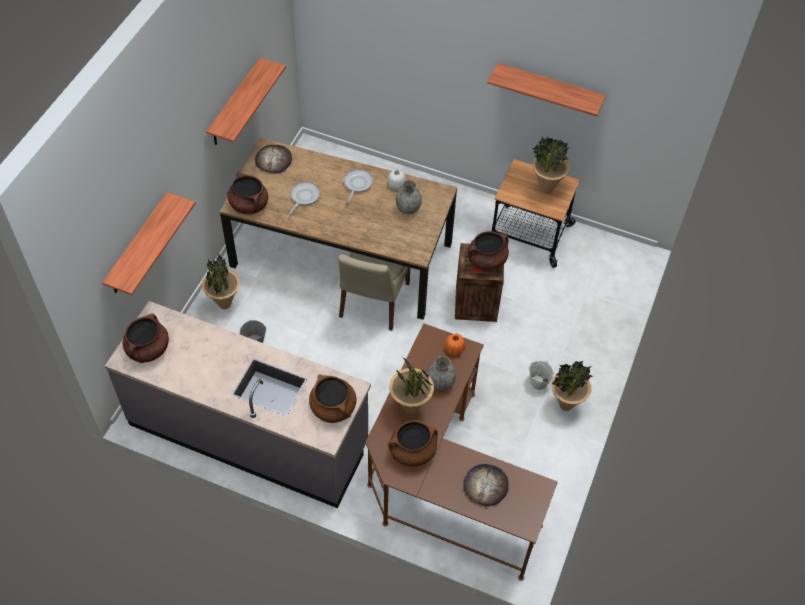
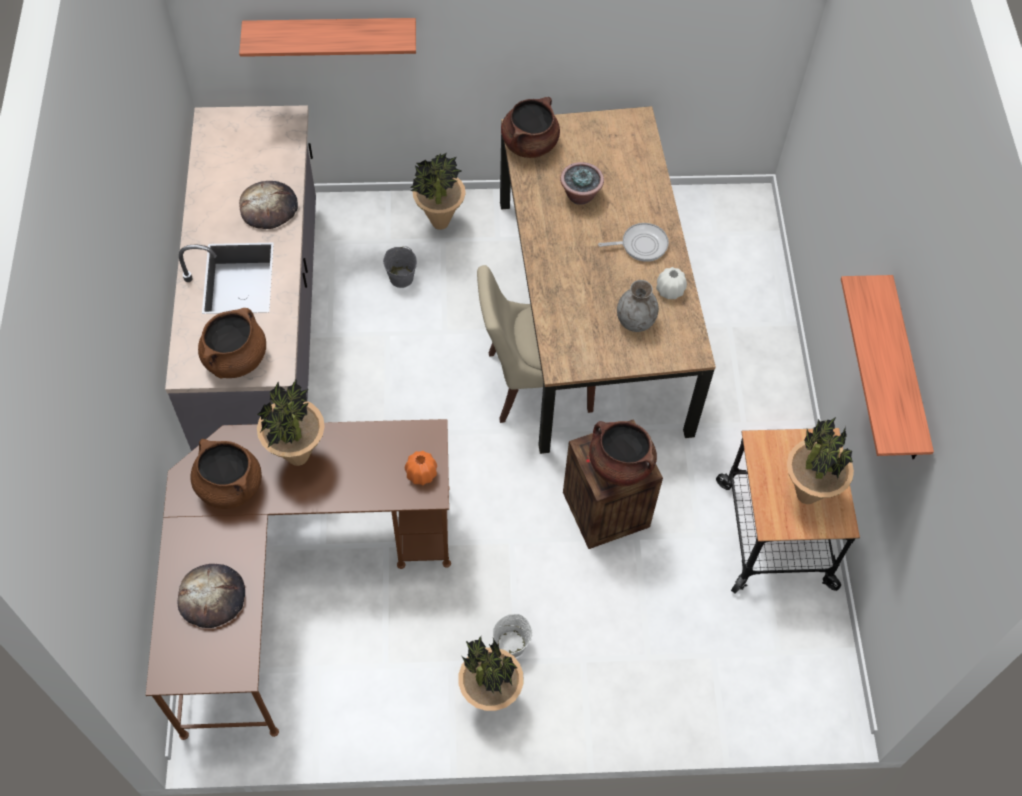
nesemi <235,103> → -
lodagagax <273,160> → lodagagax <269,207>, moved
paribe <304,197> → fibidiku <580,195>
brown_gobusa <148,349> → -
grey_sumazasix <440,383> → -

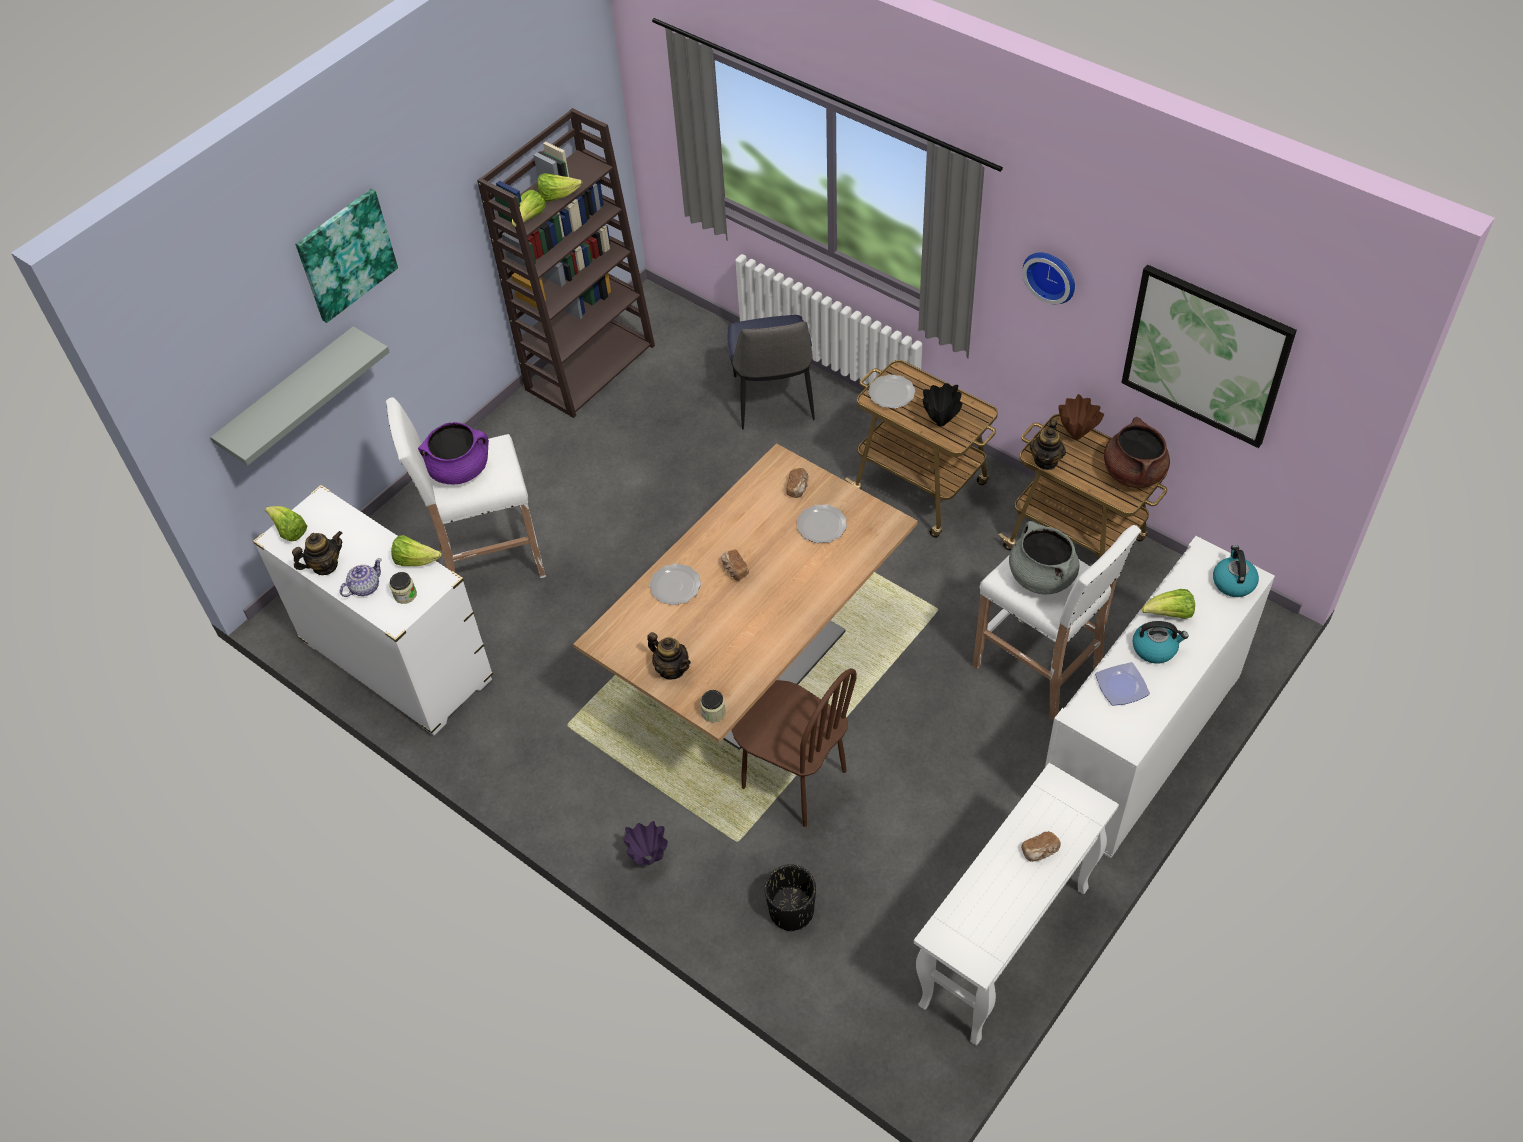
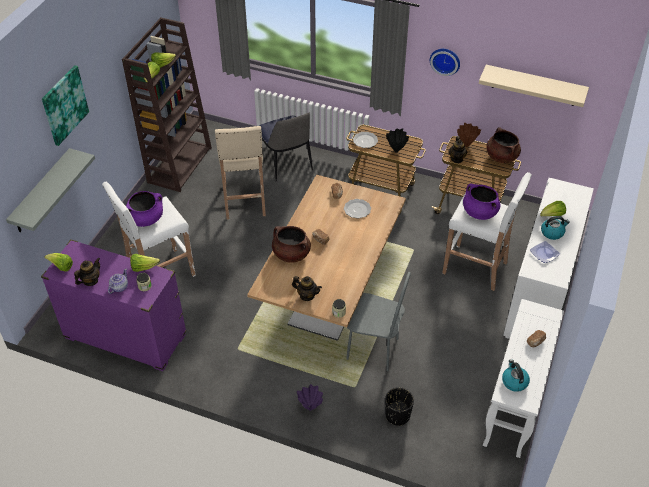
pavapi <1205,355> → beige_nesemi <534,85>
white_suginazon <396,661> → purple_suginazon <125,337>
grey_gobusa <1041,576> → purple_gobusa <479,212>
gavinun <1233,582> → gavinun <514,381>, moved
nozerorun <674,586> → brown_gobusa <291,254>
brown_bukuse <793,780> → grey_bukuse <372,349>
- → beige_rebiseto <244,201>

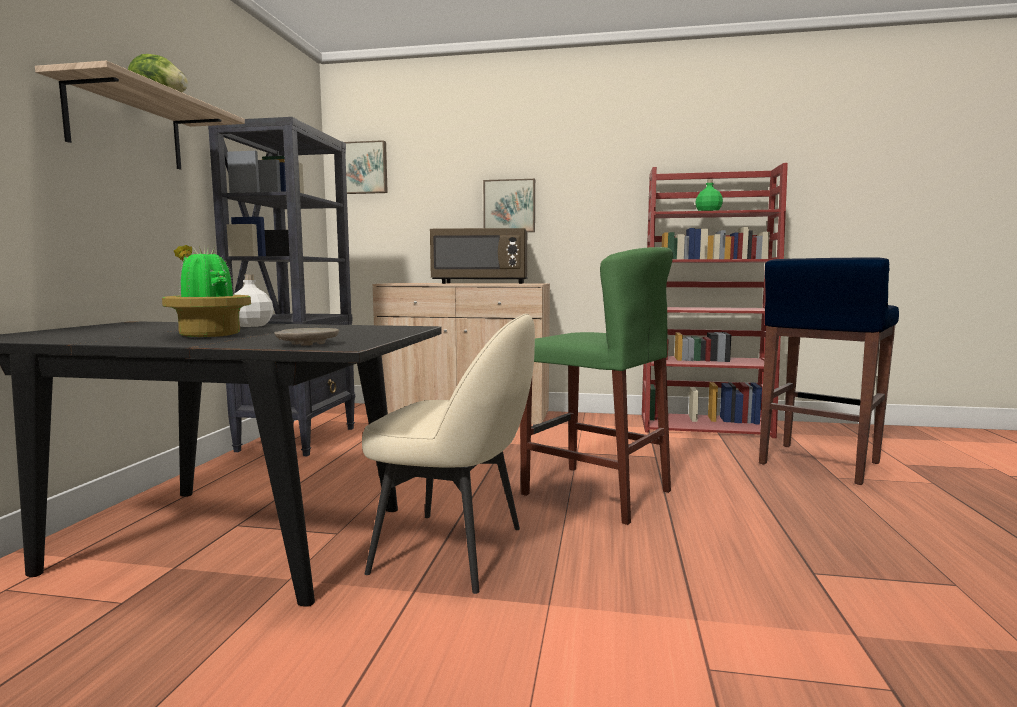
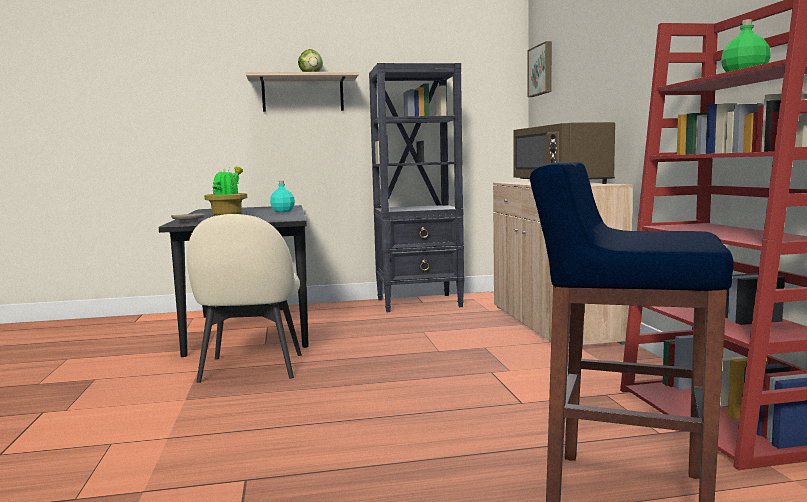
pavapi <509,206> → -
green_rebiseto <595,492> → -
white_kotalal <251,325> → turquoise_kotalal <282,211>

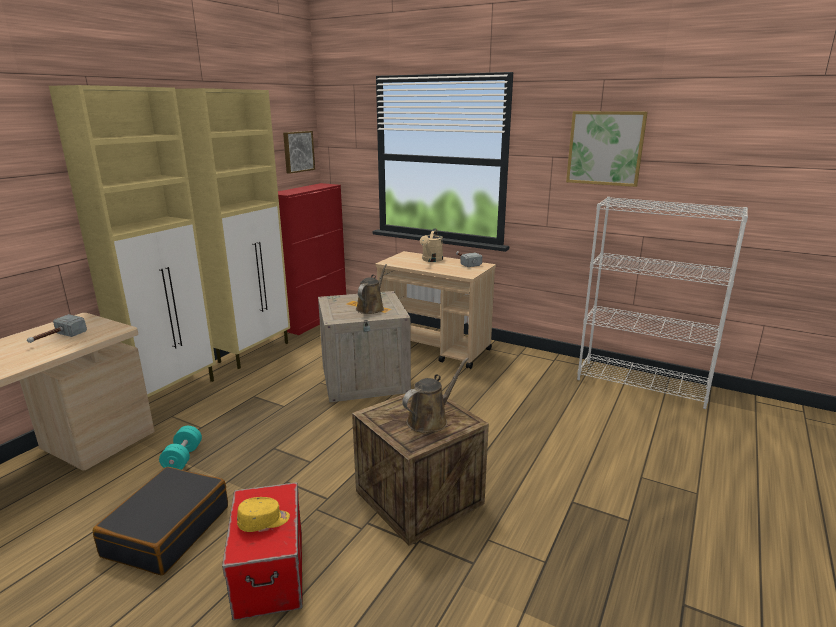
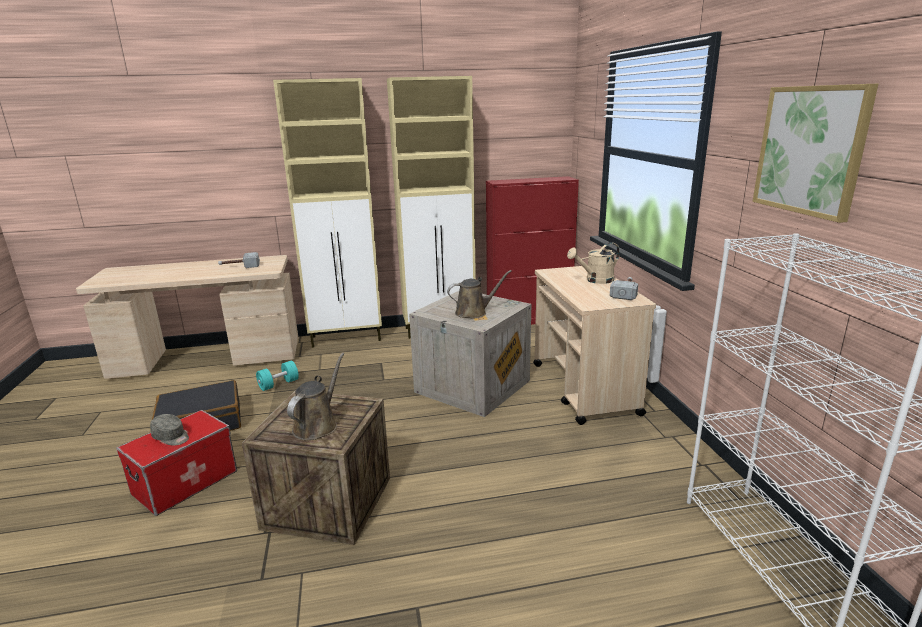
pavapi <298,151> → -
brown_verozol <430,420> → brown_verozol <318,425>, 75 degrees counterclockwise
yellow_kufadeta <264,522> → grey_kufadeta <171,437>

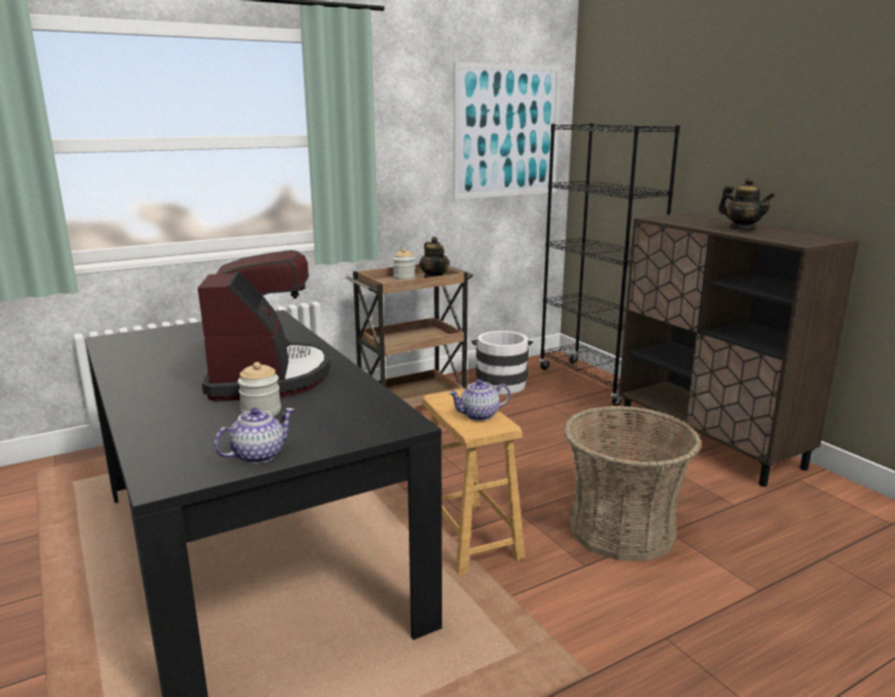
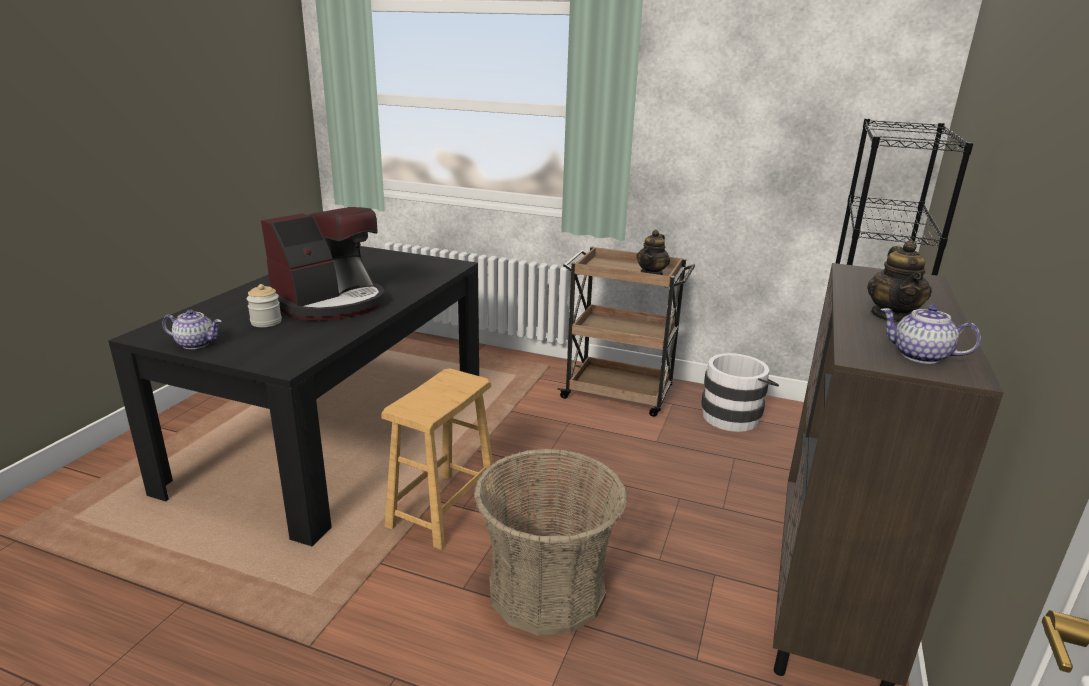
pavapi <507,131> → -
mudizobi <404,278> → -
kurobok <479,415> → kurobok <919,356>, moved

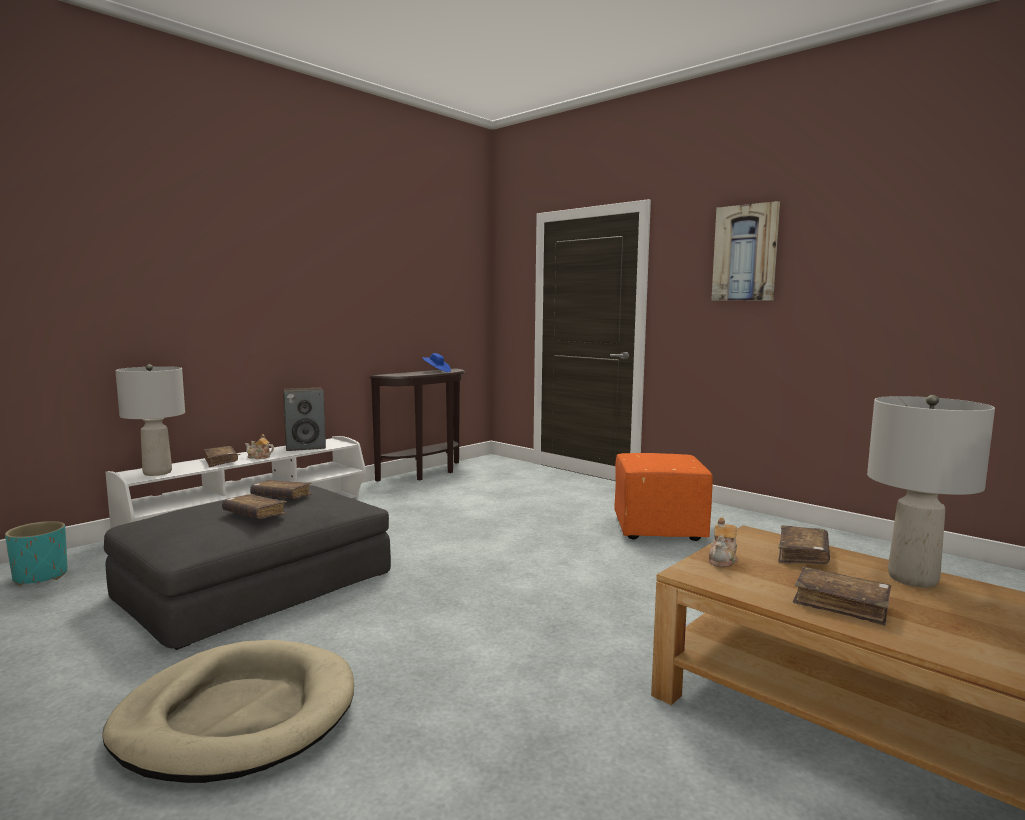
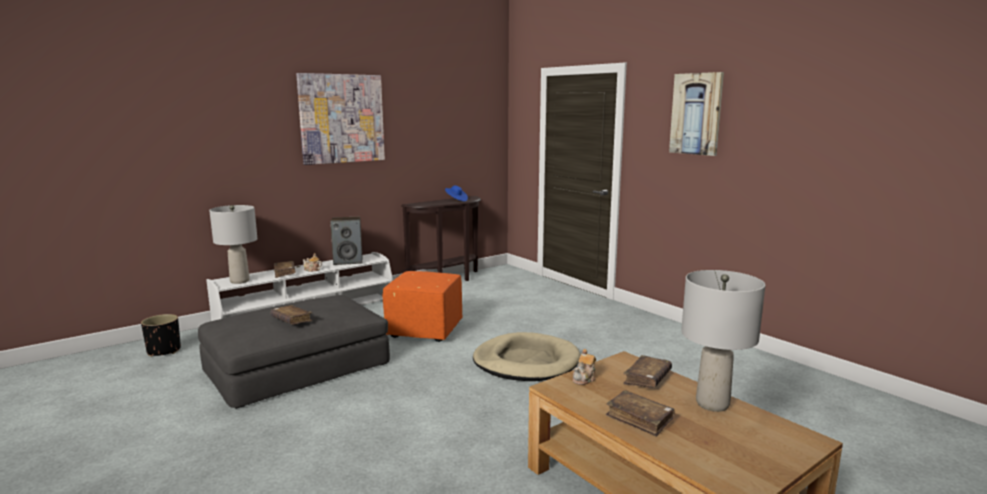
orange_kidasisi <657,529> → orange_kidasisi <424,330>, moved
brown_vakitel <281,497> → -
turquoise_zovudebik <41,576> → black_zovudebik <164,351>
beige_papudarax <238,716> → beige_papudarax <526,362>, moved
- → pavapi <341,118>

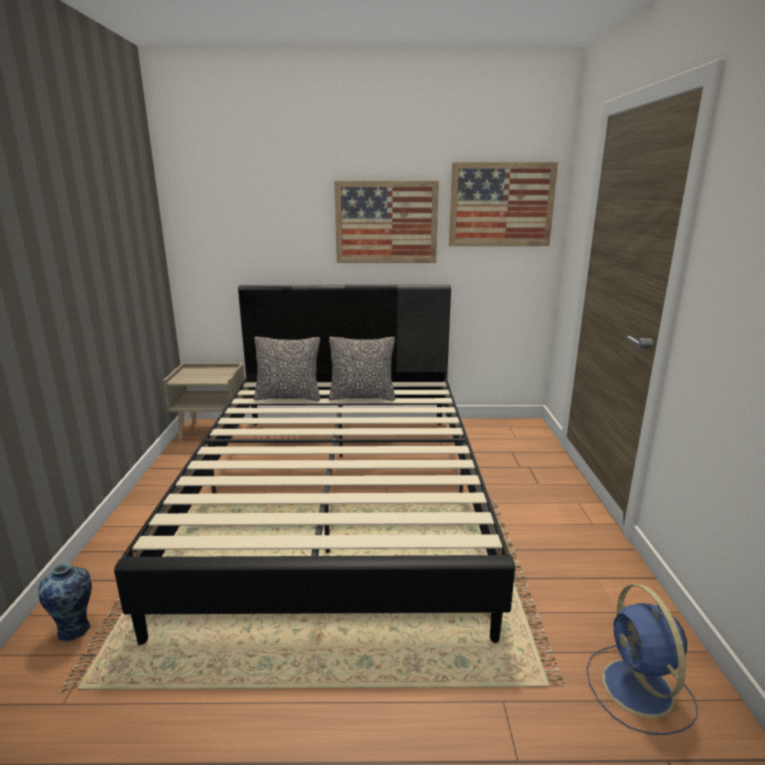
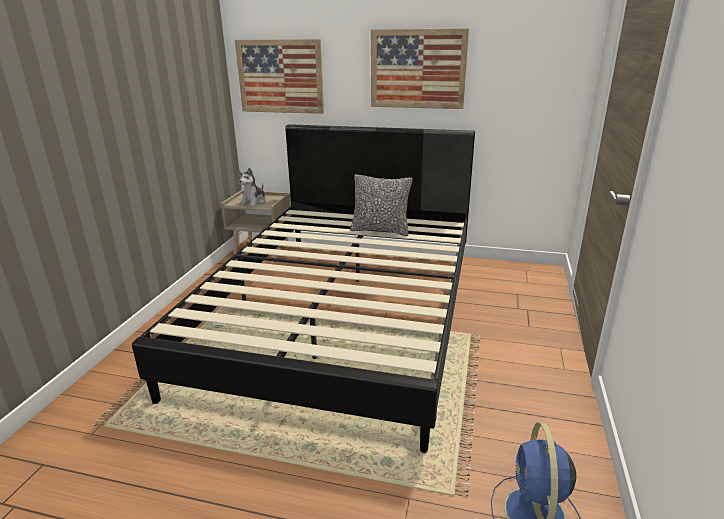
pavapi <501,205> → pavapi <280,76>, moved
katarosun <288,397> → -
sumazasix <76,629> → -
- → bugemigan <254,202>

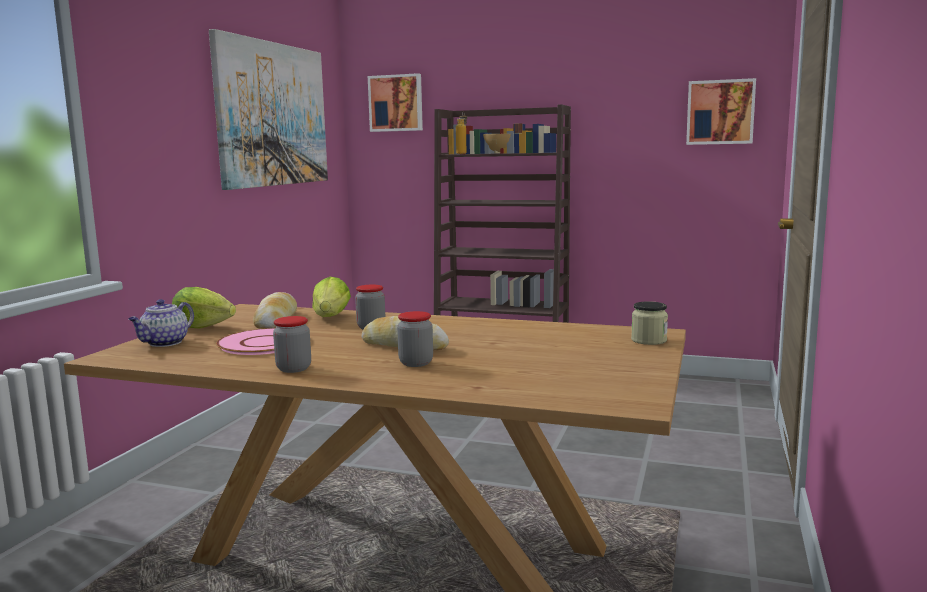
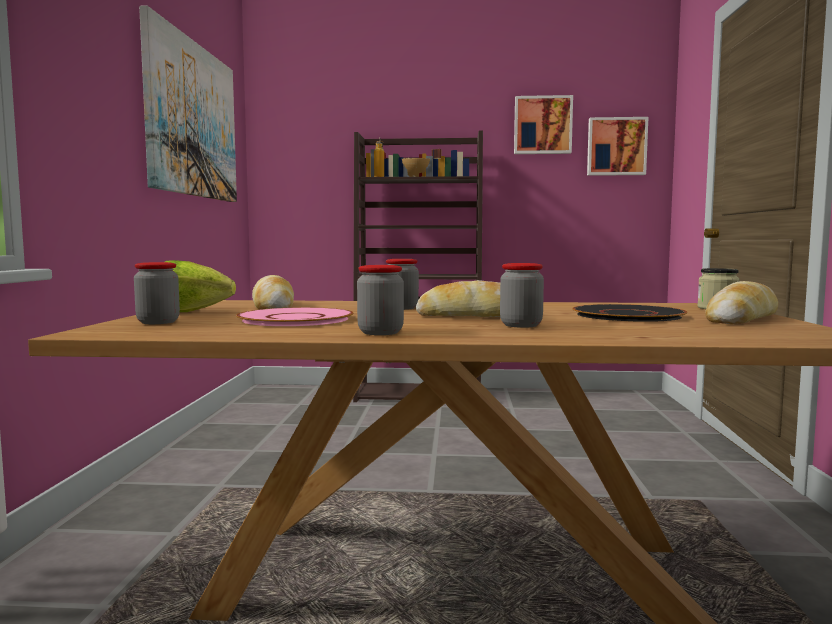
pavapi <396,103> → pavapi <542,125>, moved
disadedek <331,317> → -
kurobok <164,343> → mudizobi <158,322>
- → lodagagax <741,318>
- → black_nozerorun <627,315>

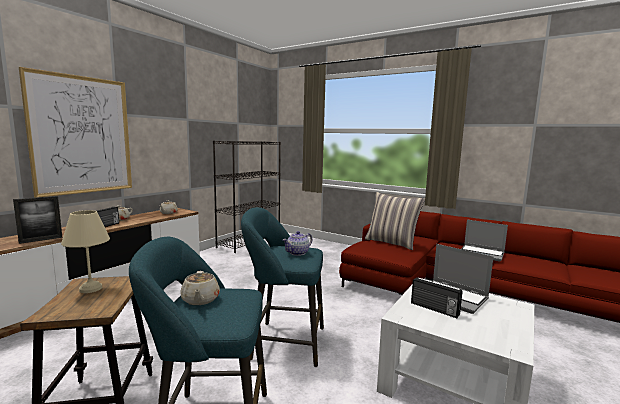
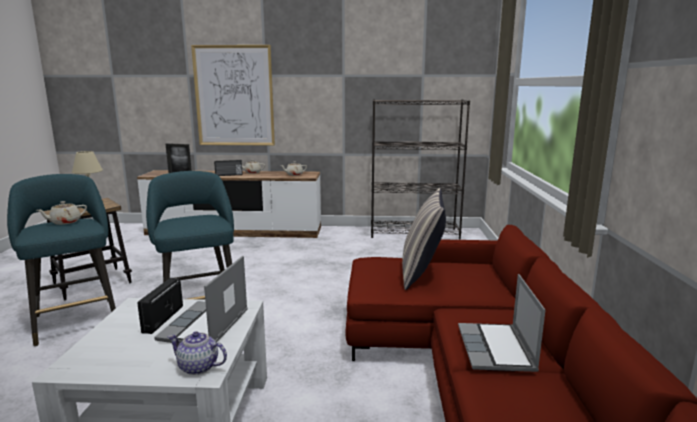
kurobok <298,253> → kurobok <198,367>, moved

